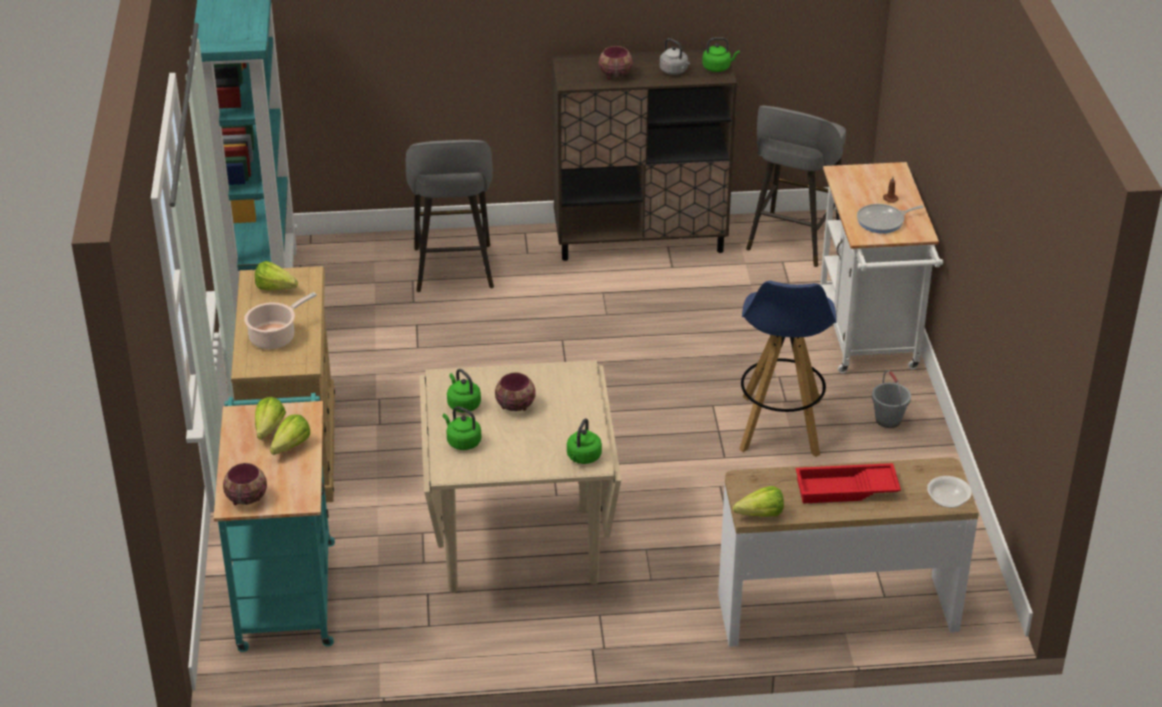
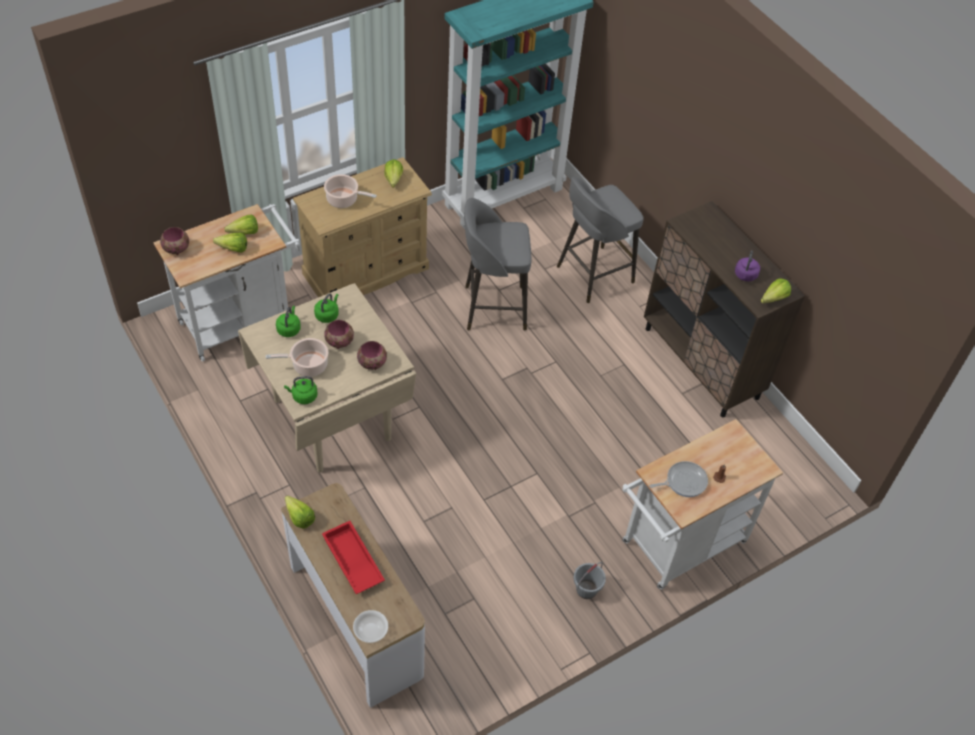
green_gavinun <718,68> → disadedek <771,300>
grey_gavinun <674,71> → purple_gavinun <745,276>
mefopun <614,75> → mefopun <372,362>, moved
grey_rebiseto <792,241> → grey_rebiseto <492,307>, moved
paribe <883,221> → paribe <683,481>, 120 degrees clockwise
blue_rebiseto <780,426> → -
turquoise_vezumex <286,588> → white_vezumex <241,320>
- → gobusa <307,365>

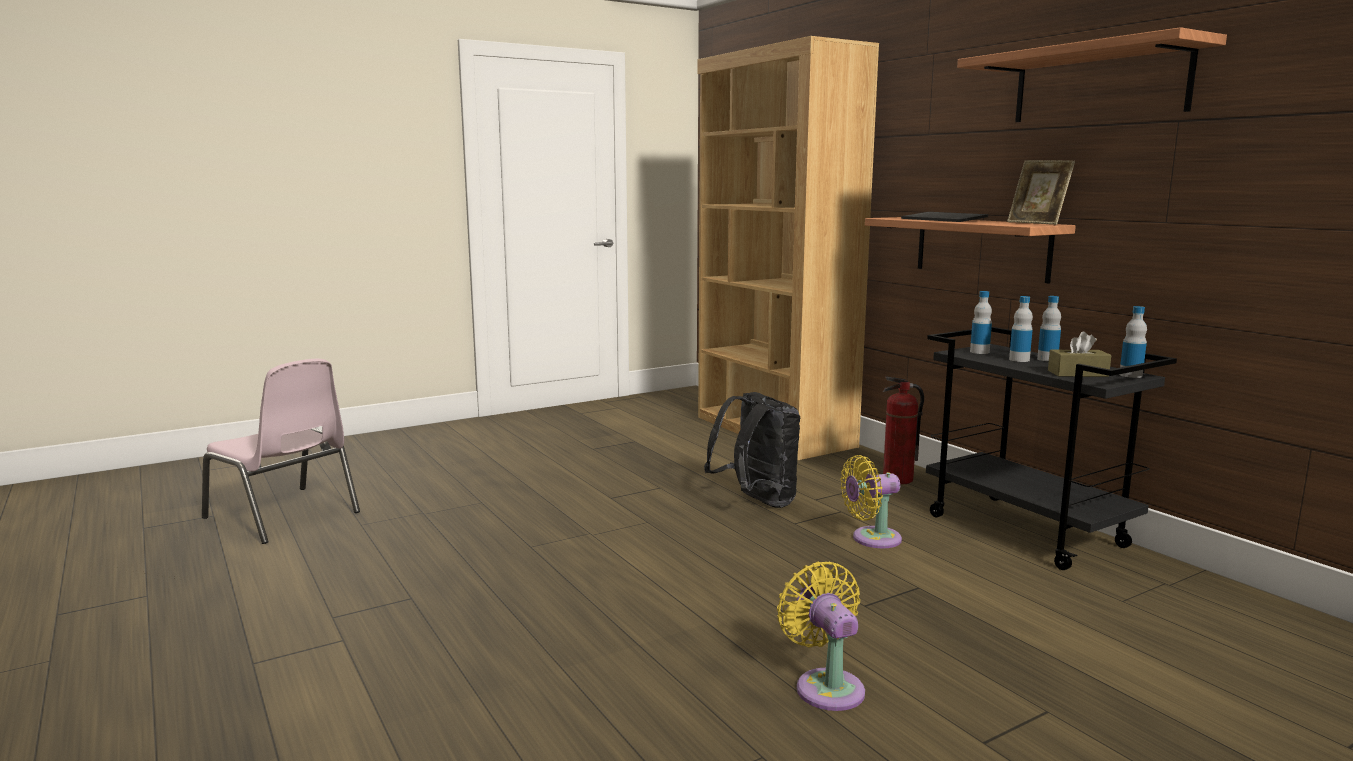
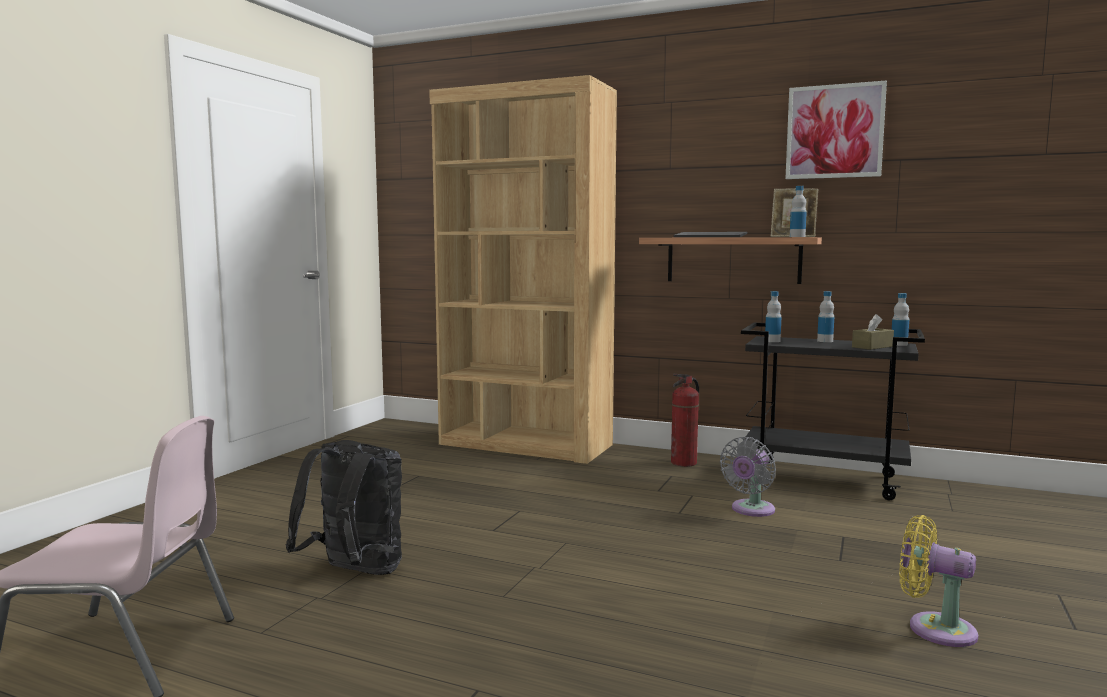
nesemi <1099,84> → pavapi <834,131>
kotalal <1019,360> → kotalal <797,237>, moved
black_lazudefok <756,502> → black_lazudefok <354,573>, moved
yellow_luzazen <871,539> → grey_luzazen <751,510>

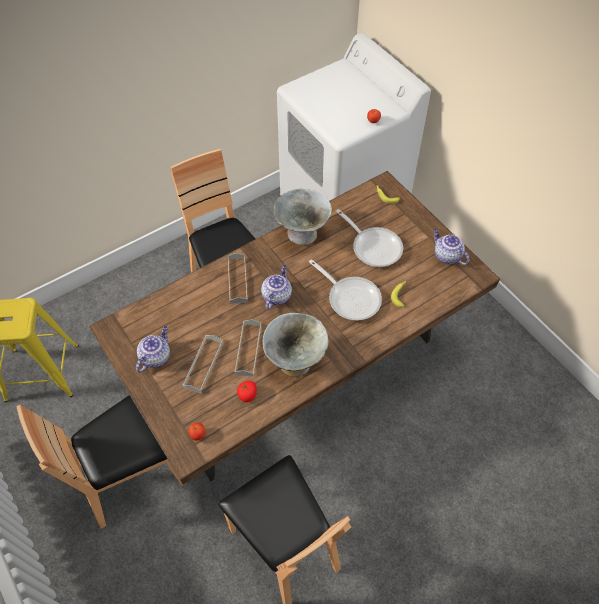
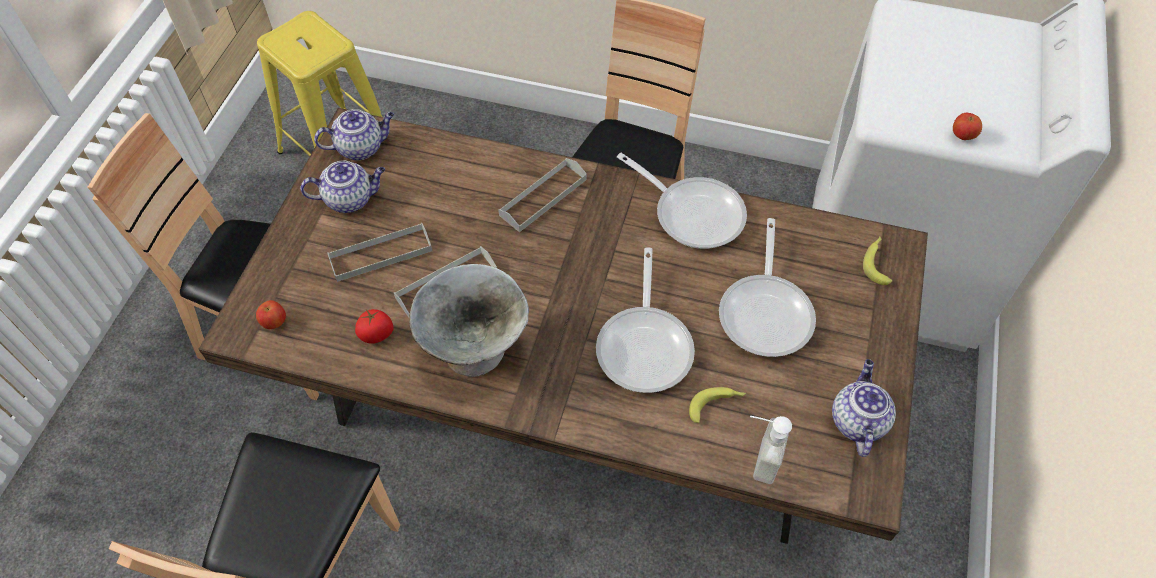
grey_mefopun <302,234> → paribe <693,213>
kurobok <276,295> → kurobok <361,147>, moved
- → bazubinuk <757,458>

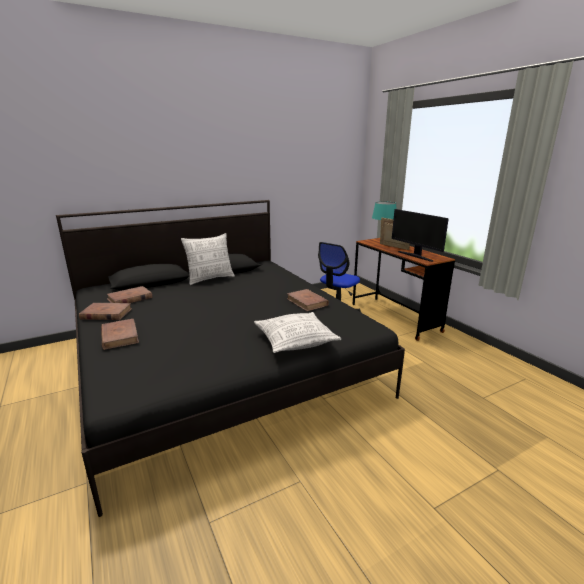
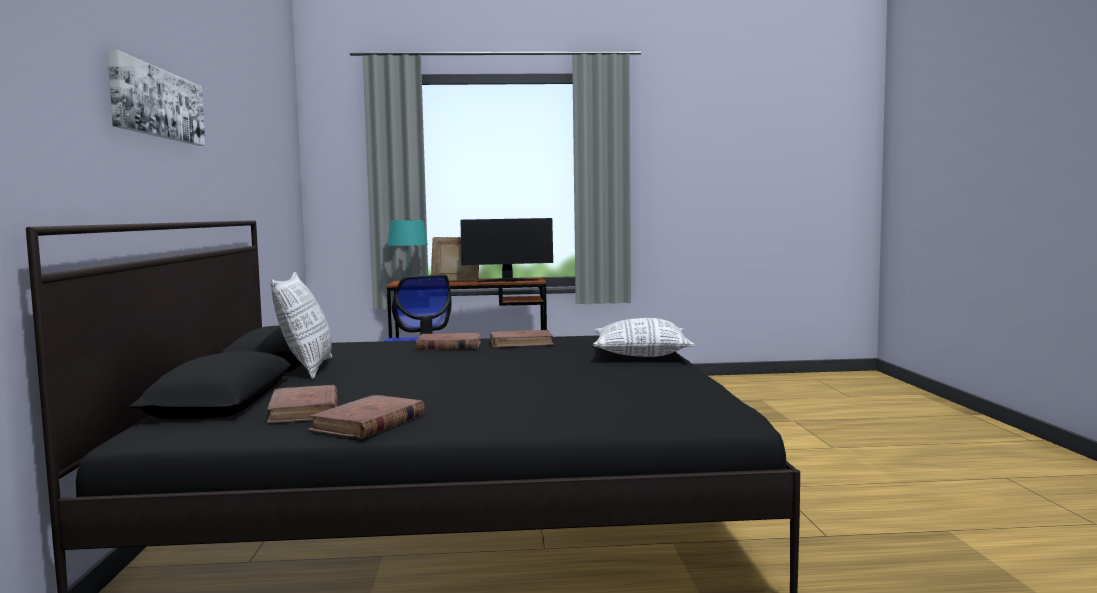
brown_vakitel <119,336> → brown_vakitel <448,346>, moved
- → pavapi <157,103>

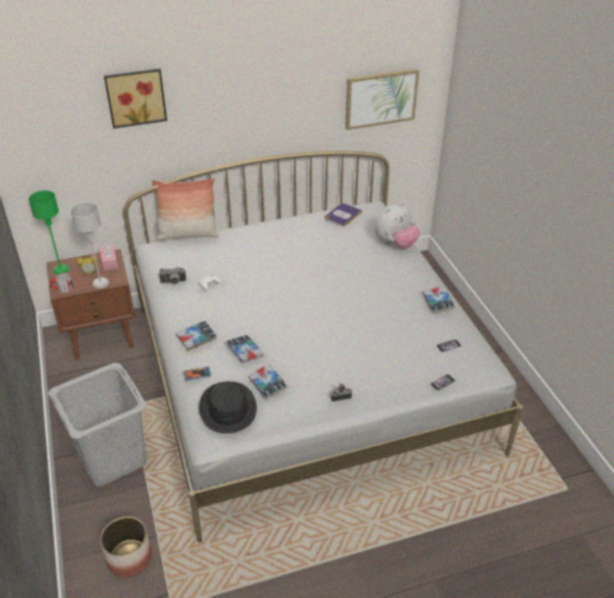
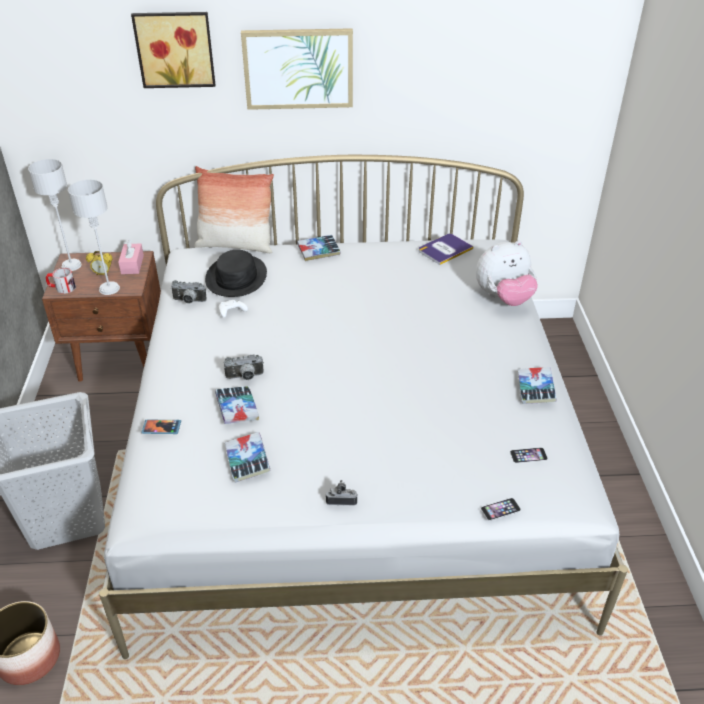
pavapi <381,98> → pavapi <298,68>, moved
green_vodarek <60,270> → grey_vodarek <71,265>
vakitel <196,338> → vakitel <318,251>, moved
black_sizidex <228,408> → black_sizidex <236,277>, moved
- → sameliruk <245,377>

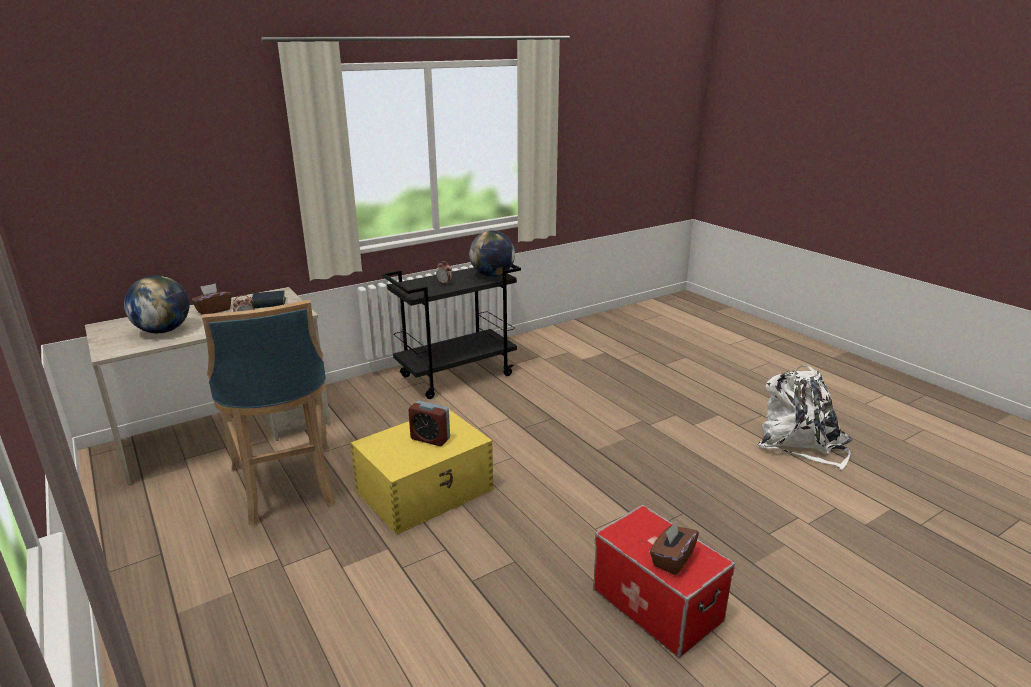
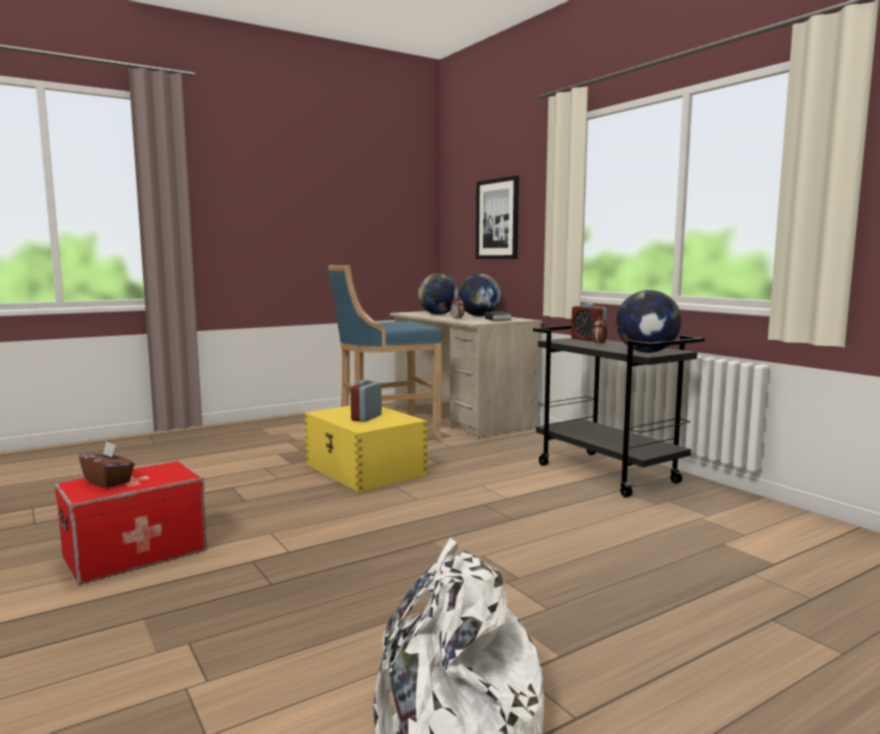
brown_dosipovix <213,310> → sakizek <479,316>
- → pavapi <497,219>
- → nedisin <588,339>

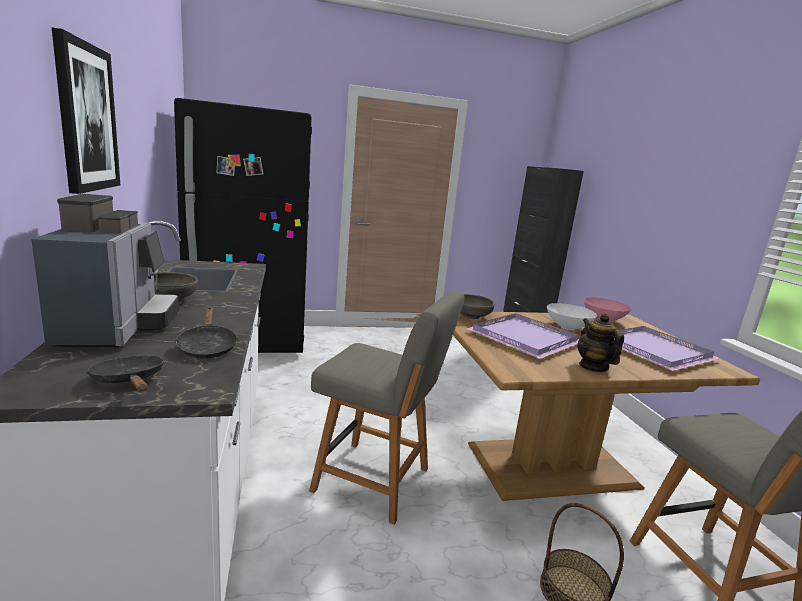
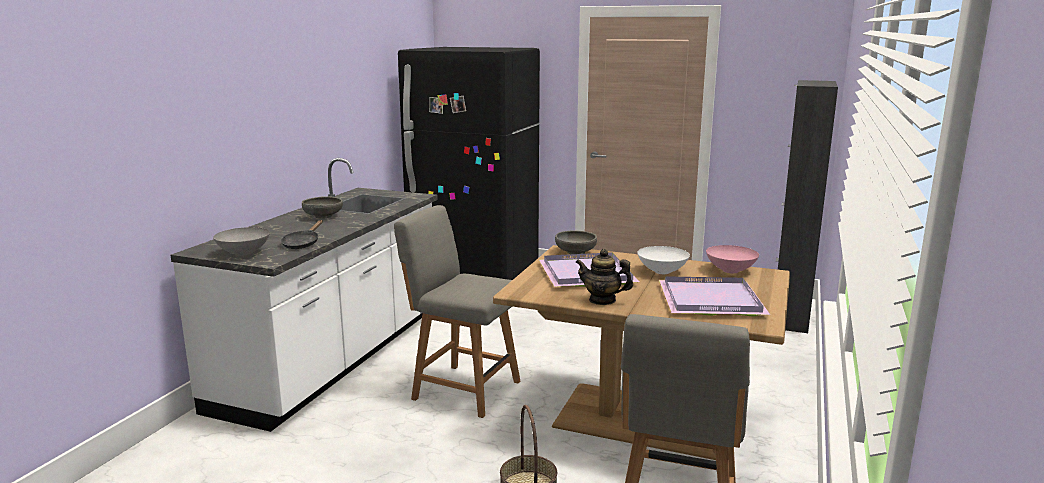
pavapi <86,118> → -
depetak <118,327> → -
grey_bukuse <376,481> → grey_bukuse <463,389>, 150 degrees clockwise
kurobok <593,366> → kurobok <602,300>, 90 degrees counterclockwise
black_paribe <130,380> → grey_mefopun <244,253>

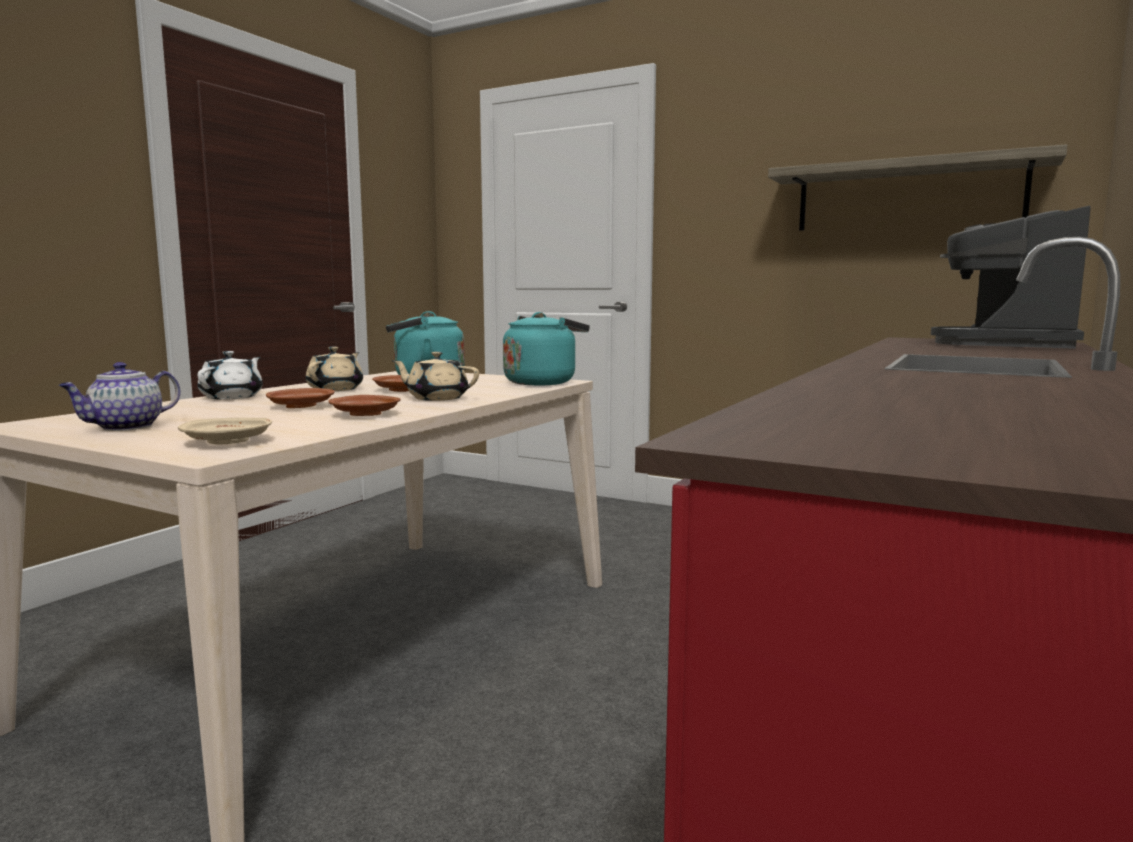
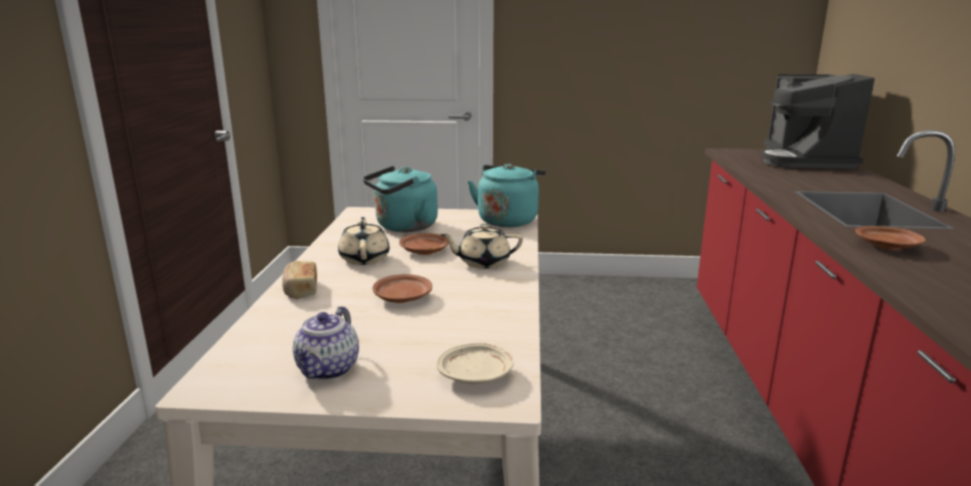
nesemi <908,196> → -
white_kurobok <233,397> → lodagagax <300,290>
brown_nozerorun <365,414> → brown_nozerorun <888,246>, moved

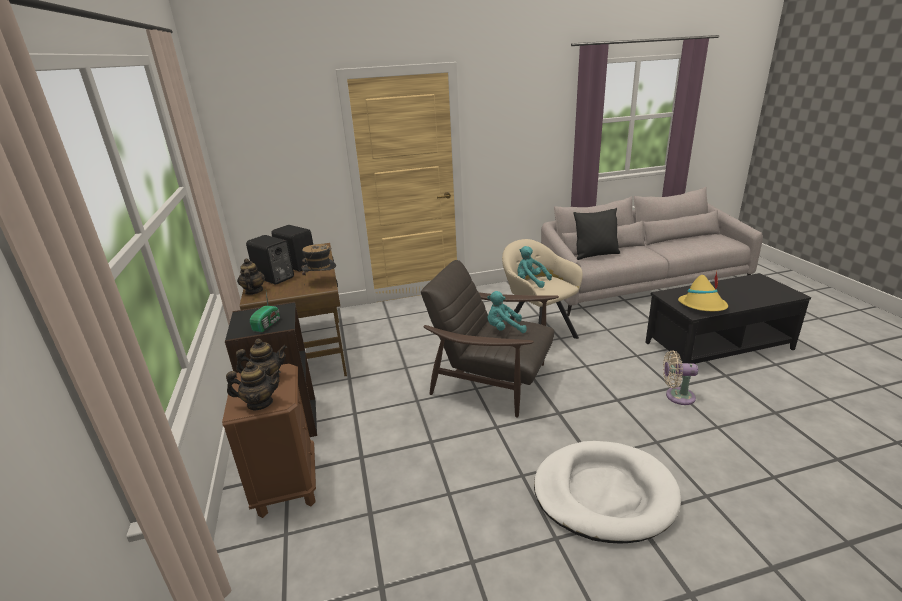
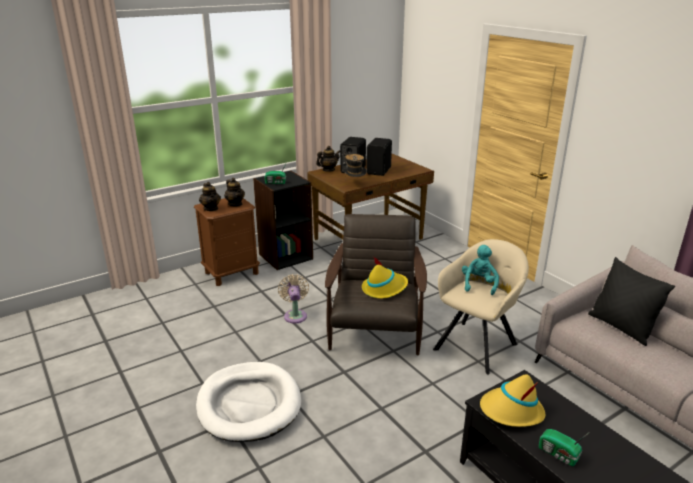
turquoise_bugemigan <504,329> → yellow_sizidex <384,288>
beige_luzazen <676,396> → beige_luzazen <295,315>, moved
- → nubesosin <559,454>

